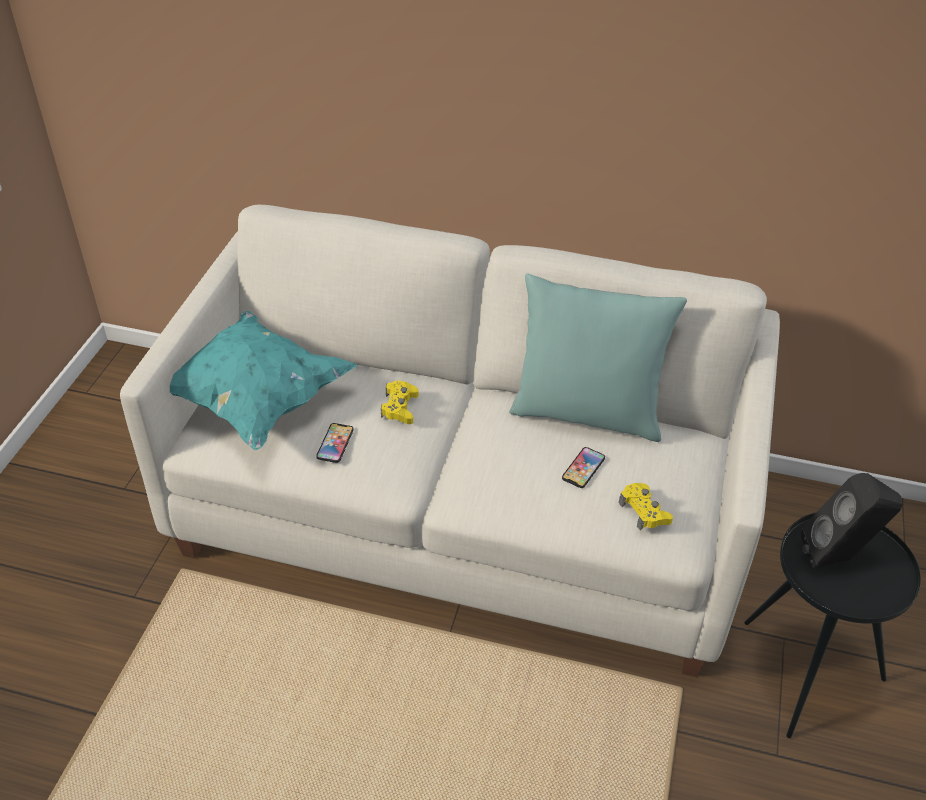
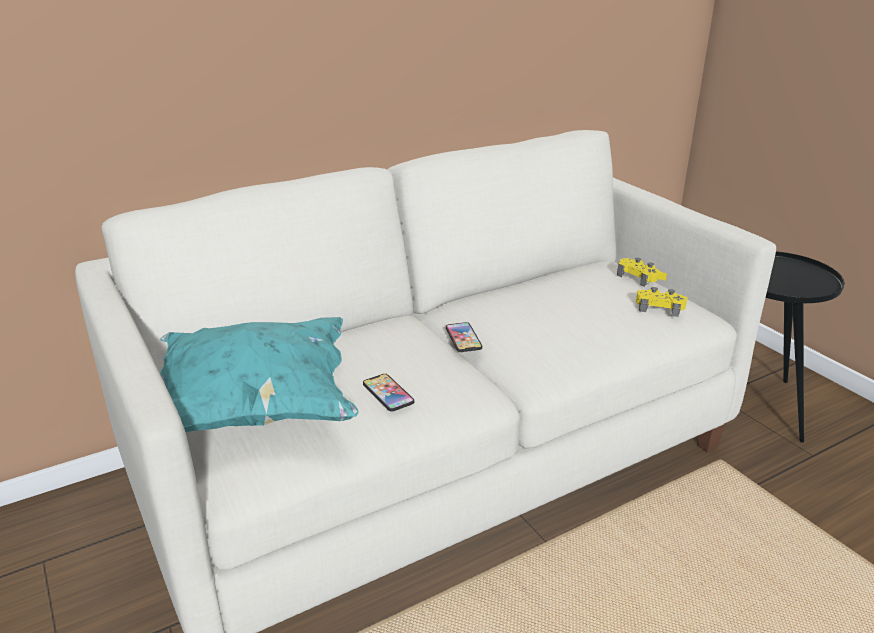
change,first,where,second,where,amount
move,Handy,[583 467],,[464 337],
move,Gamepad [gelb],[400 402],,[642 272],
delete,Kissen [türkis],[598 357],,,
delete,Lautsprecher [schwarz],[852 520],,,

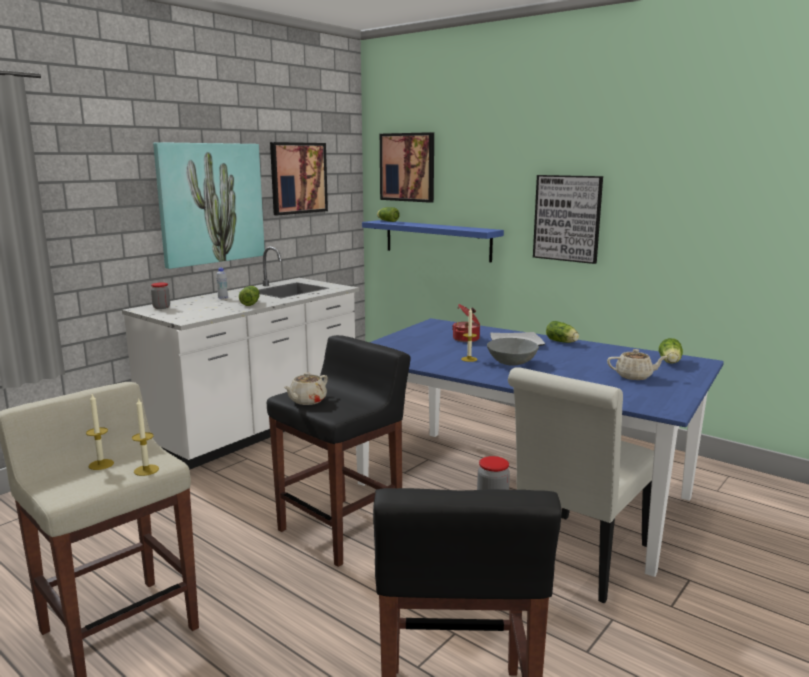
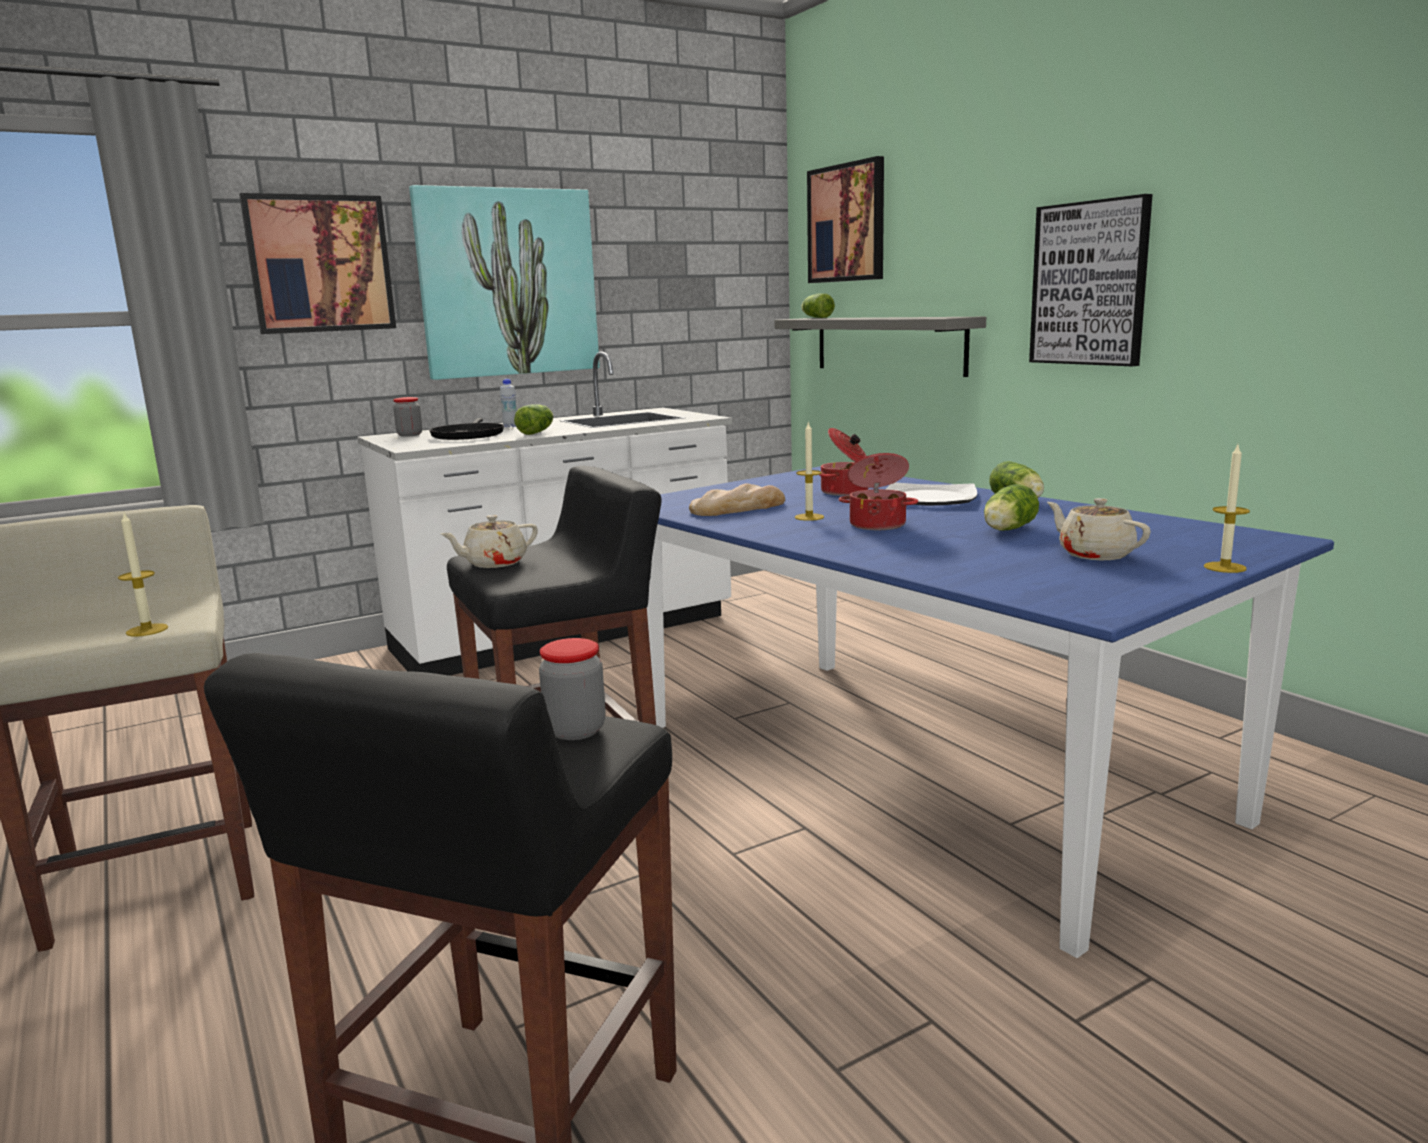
change,first,where,second,where,amount
move,Bild,[299 178],,[317 263],
insert,,,Pfanne [schwarz],[466 429],
insert,,,Brot,[737 500],
recolor,Wandregal [blau],[433 241],Wandregal [grau],[880 347],
replace,Schüssel [grau],[513 352],Kochtopf,[878 491],
move,Salatkopf,[671 351],,[1011 507],
rotate,Teekanne [beige],[637 364],,[1099 529],150 degrees counterclockwise
move,Kerze,[100 432],,[1227 509],
delete,Stuhl [weiß],[581 485],,,

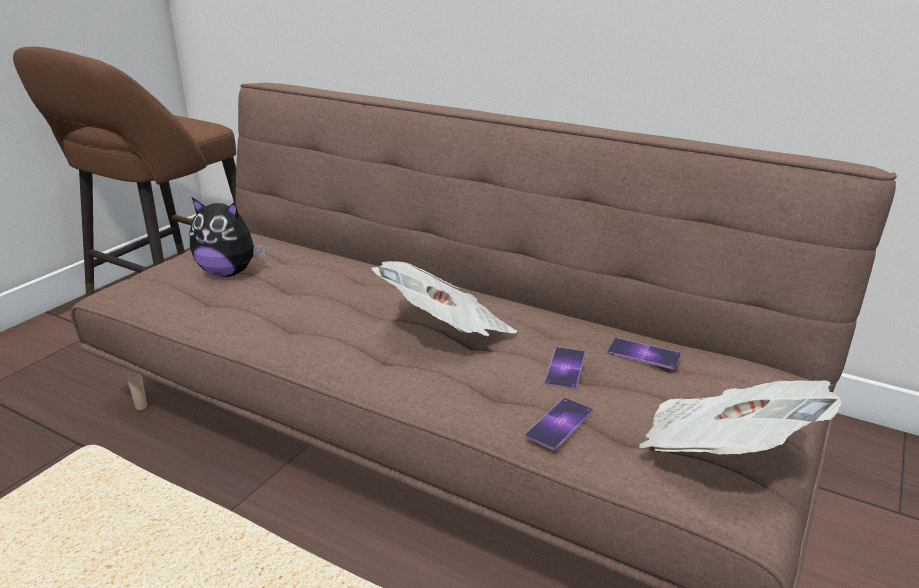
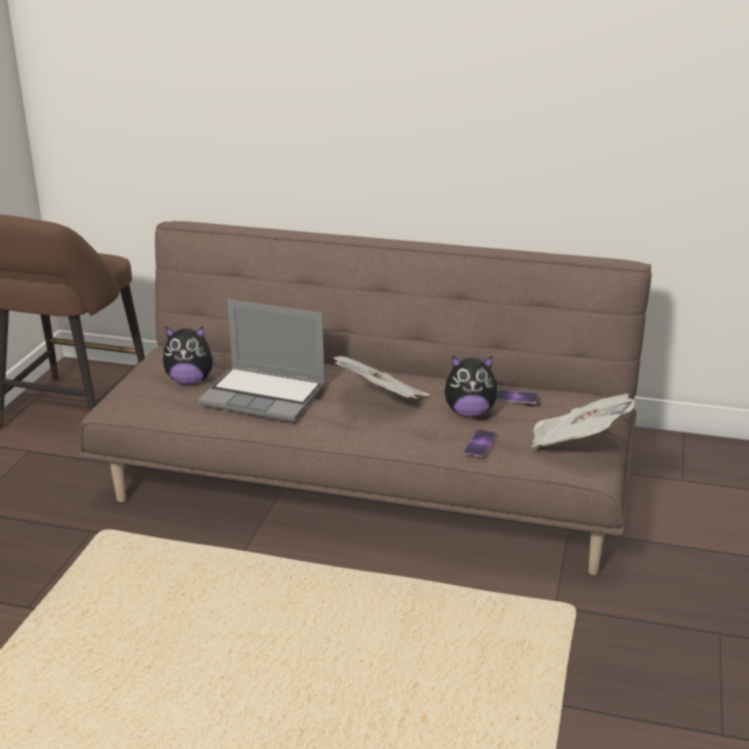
change,first,where,second,where,amount
insert,,,Laptop,[261 360],
replace,Handy,[565 368],Plüschtier,[472 386],

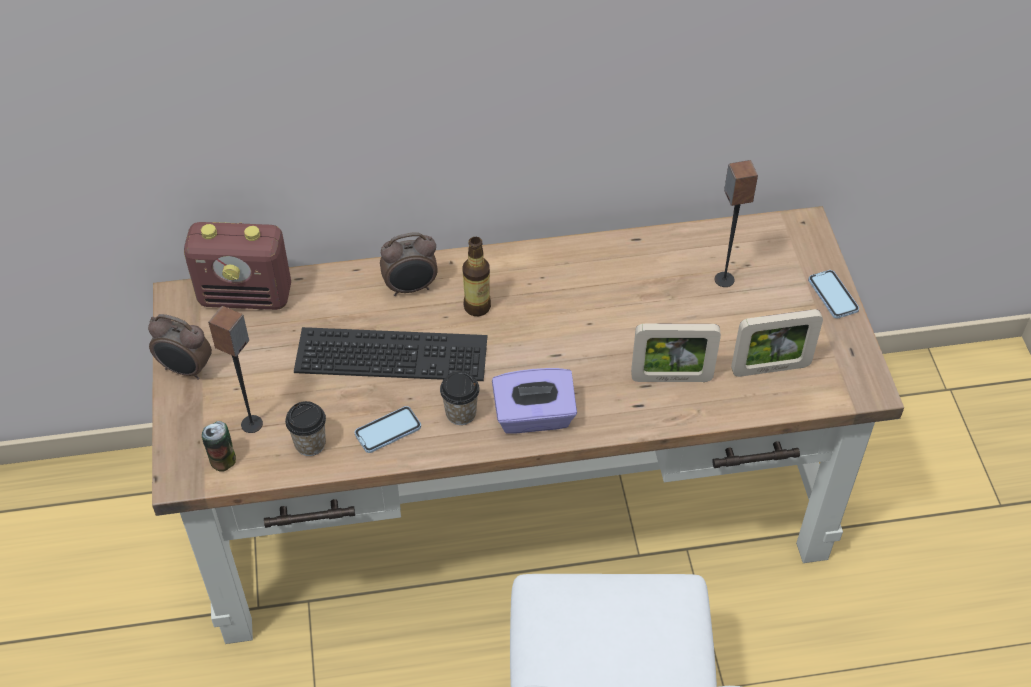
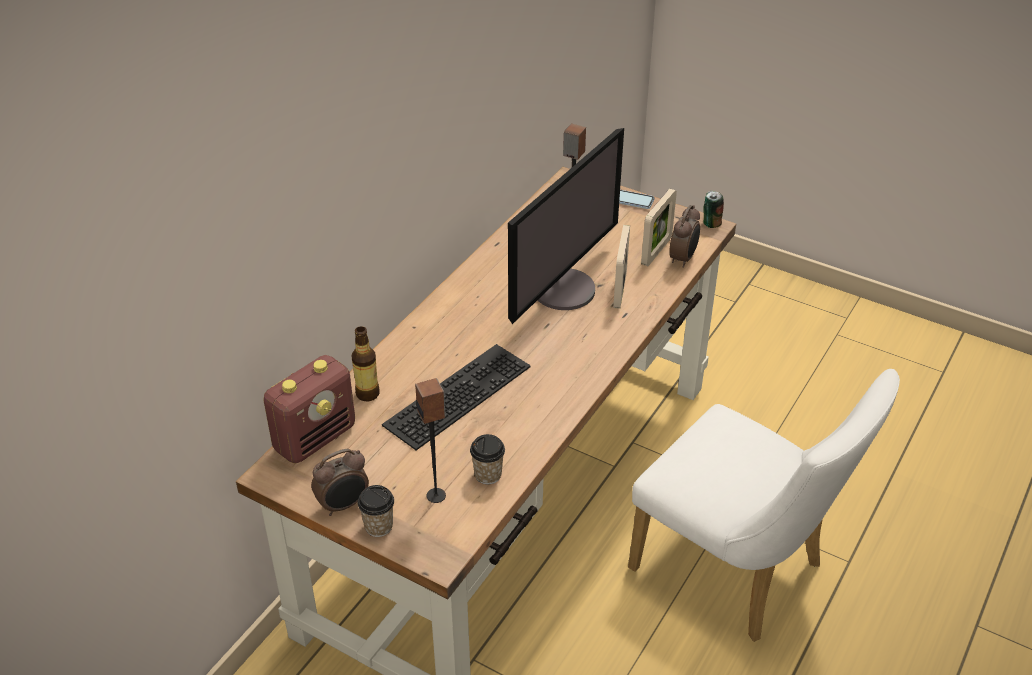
change,first,where,second,where,amount
move,Flasche,[476 276],,[365 363],
move,Tasse,[460 398],,[376 511],
insert,,,Monitor,[566 226],
rotate,Bilderrahmen,[676 353],,[621 267],150 degrees clockwise
move,Wecker,[409 264],,[684 236],
move,Dose,[219 446],,[713 209],
delete,Handy,[388 429],,,
delete,Taschentuchbox [lila],[534 401],,,

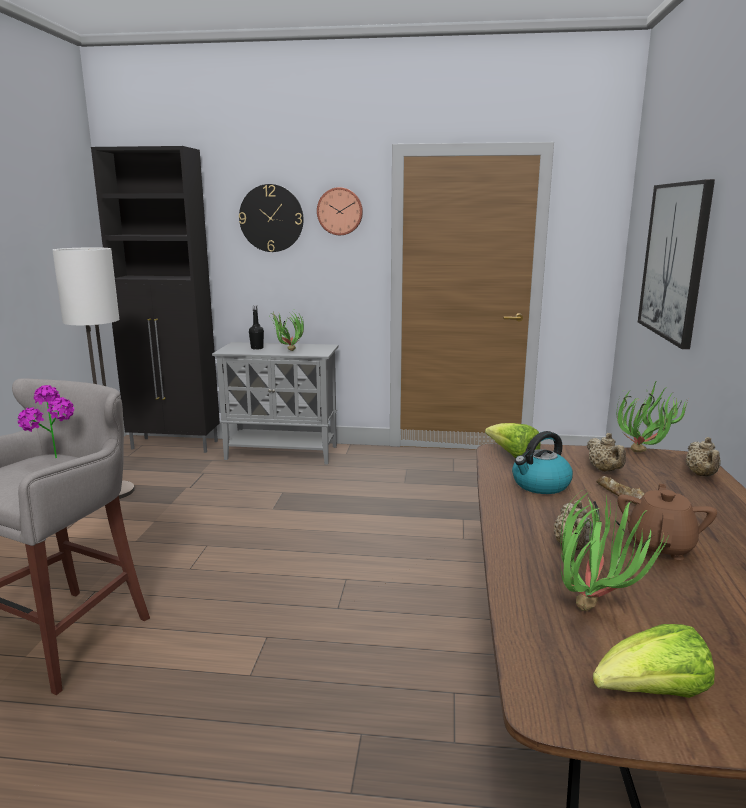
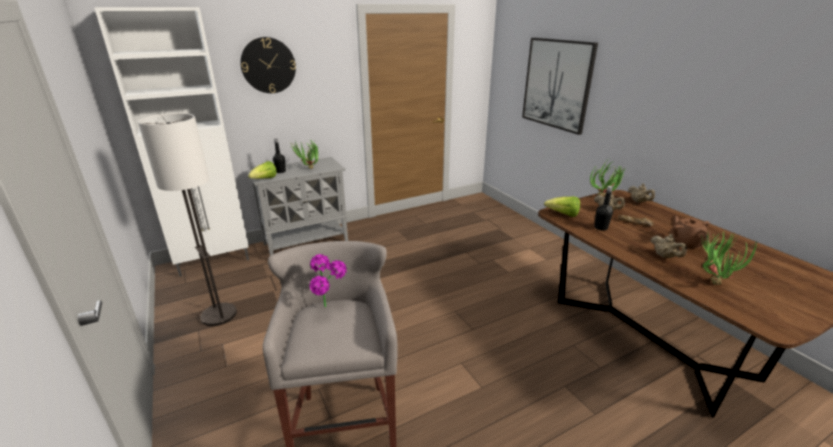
change,first,where,second,where,amount
recolor,Schrank [schwarz],[155 299],Schrank [weiß],[171 142],
move,Salatkopf,[653 661],,[262 170],
replace,Wasserkessel,[542 462],Flasche [schwarz],[603 208],
delete,Wanduhr,[340 211],,,

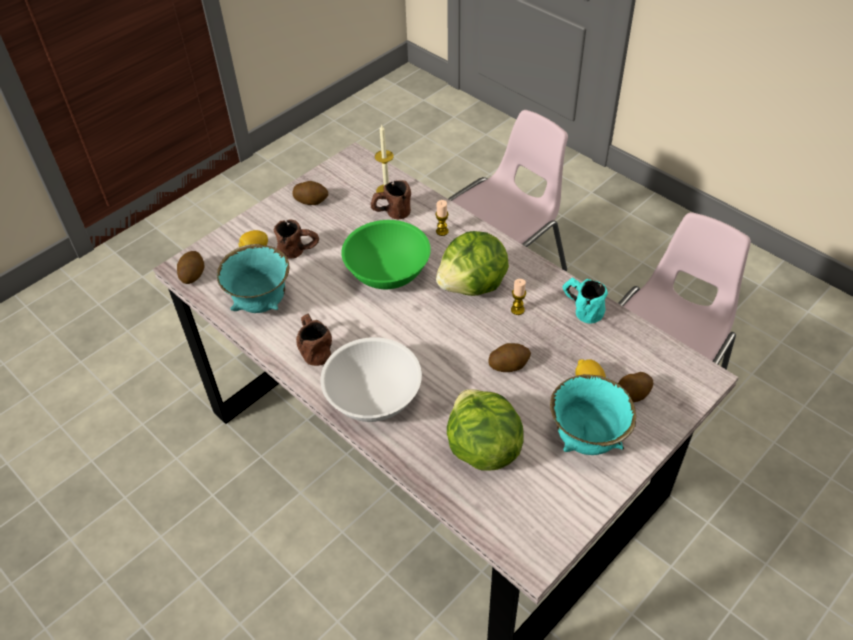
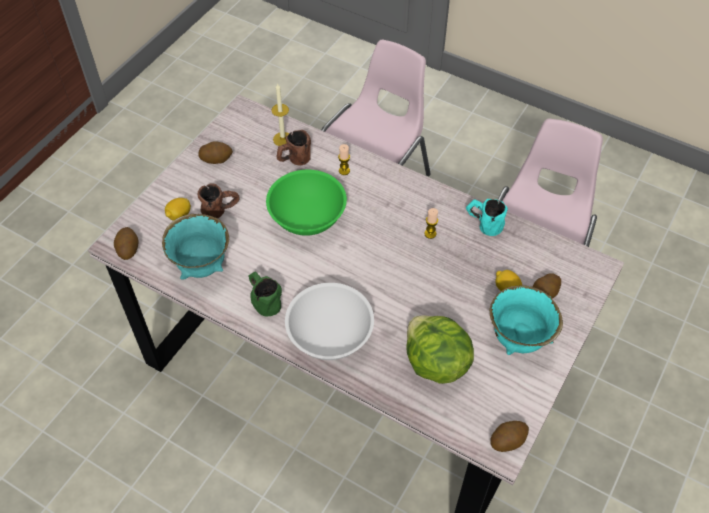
change,first,where,second,where,amount
recolor,Henkelbecher [braun],[314 339],Henkelbecher [grün],[265 294],
move,Kartoffel,[509 357],,[509 436],
delete,Salatkopf,[472 263],,,

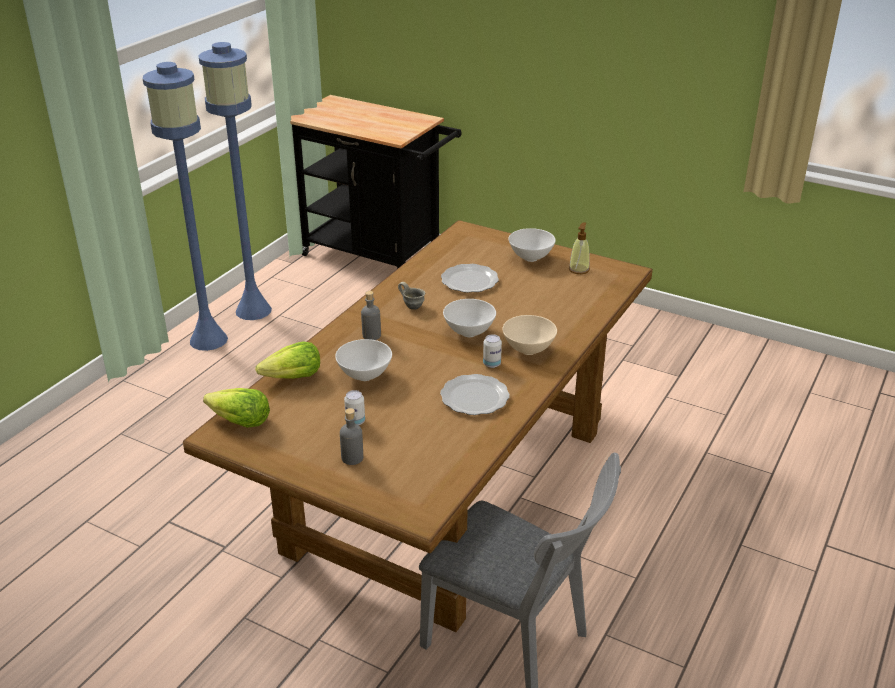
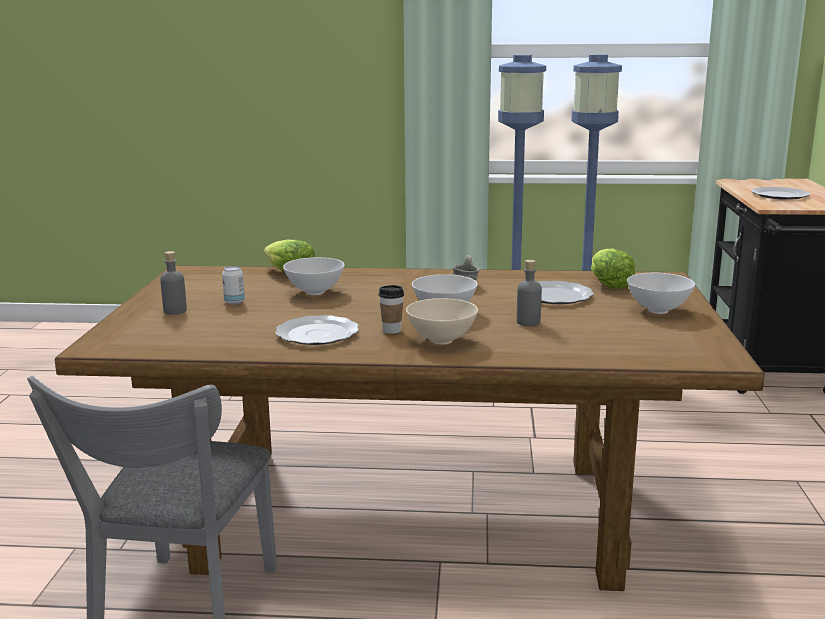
change,first,where,second,where,amount
replace,Dose,[492 351],Tasse,[391 309],
move,Flasche [grau],[371 315],,[529 293],
move,Salatkopf,[236 408],,[613 268],
insert,,,Teller,[780 193],
delete,Seifenspender,[579 248],,,

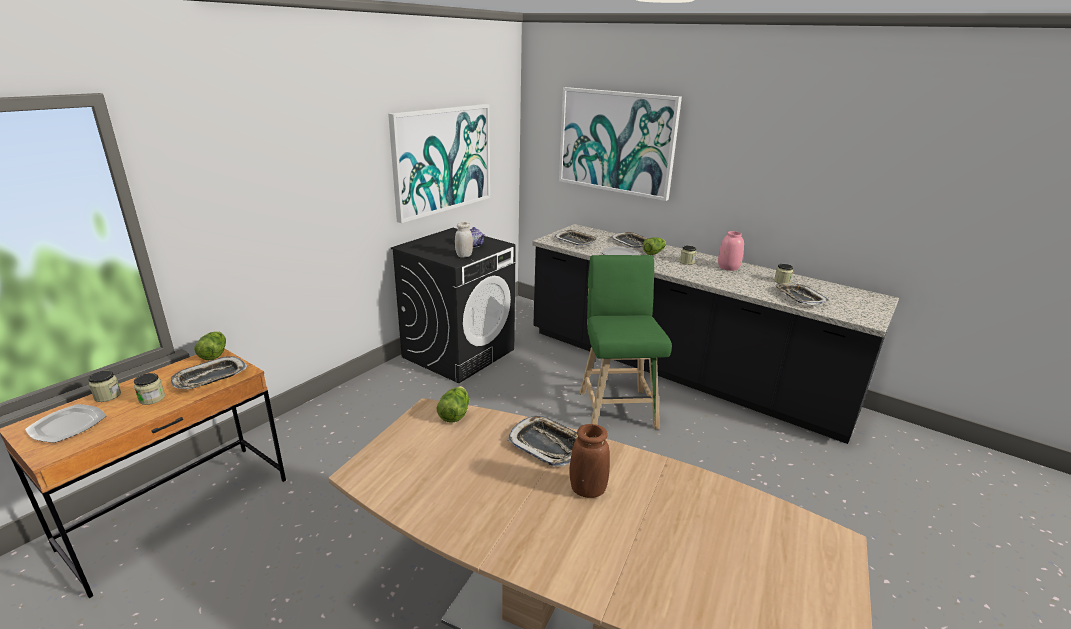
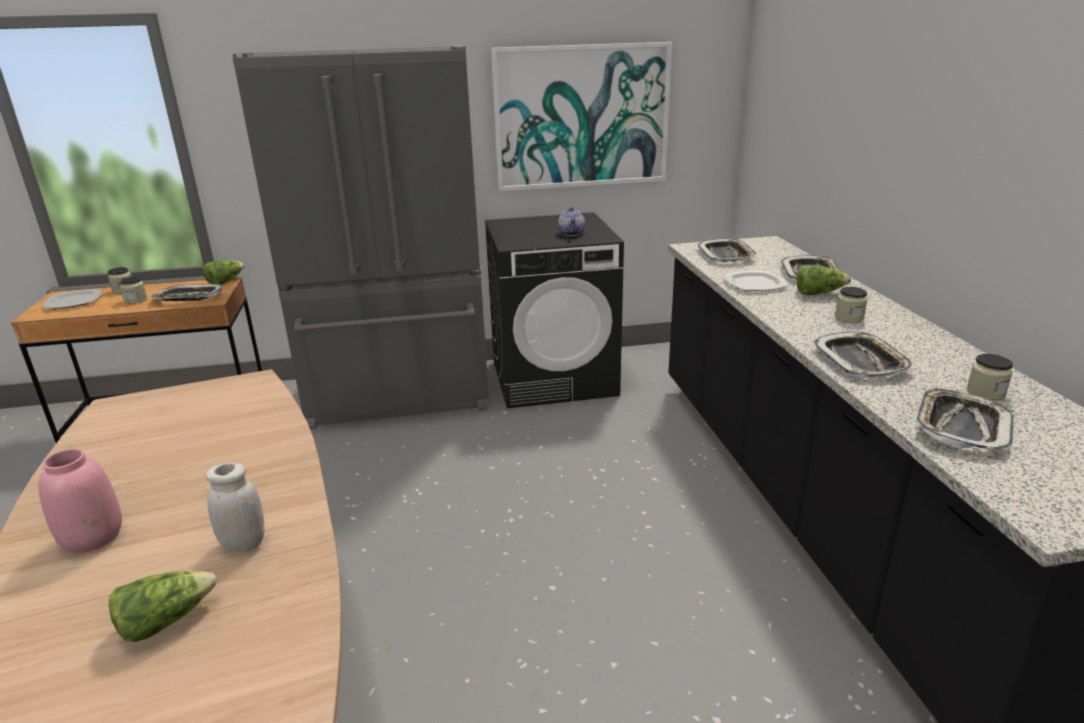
change,first,where,second,where,amount
move,Vase [rosa],[731 251],,[80 501],
move,Salatkopf,[452 404],,[162 606],
move,Vorratsglas [weiß],[464 240],,[235 507],
insert,,,Kühlschrank [grau],[361 237],
move,Tablett,[543 441],,[863 354],
delete,Bild,[620 144],,,
delete,Vase [braun],[589 461],,,
delete,Hocker [grün],[626 342],,,

